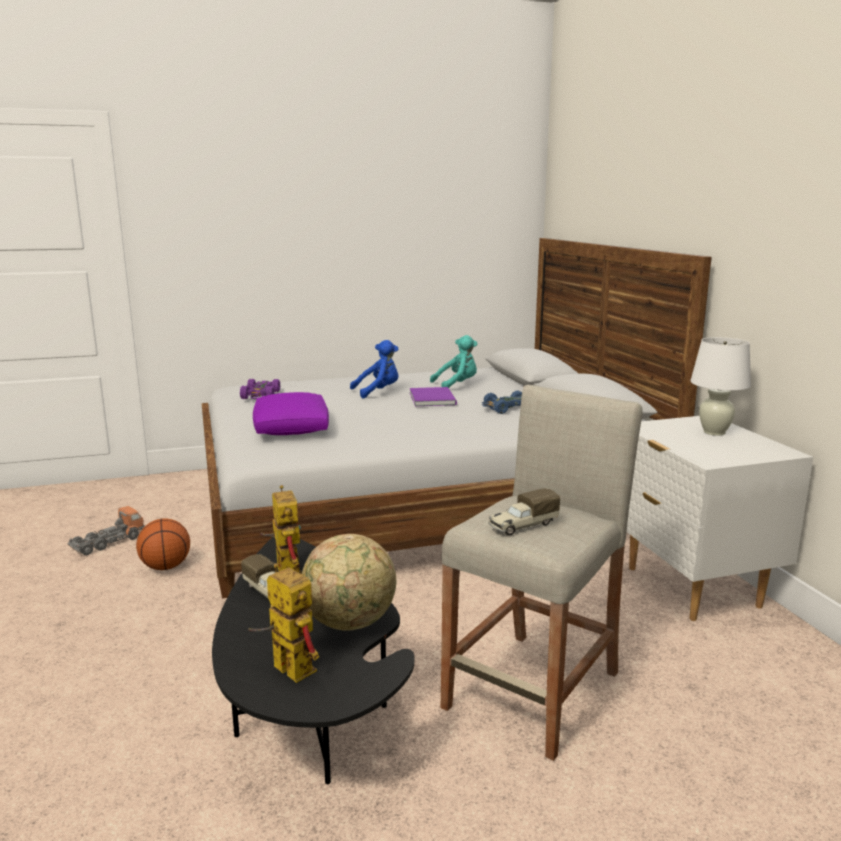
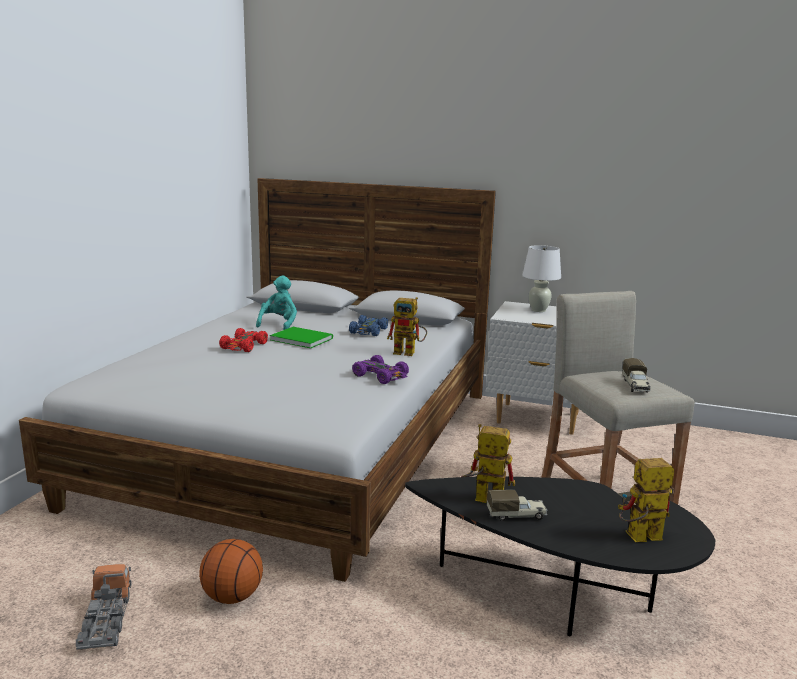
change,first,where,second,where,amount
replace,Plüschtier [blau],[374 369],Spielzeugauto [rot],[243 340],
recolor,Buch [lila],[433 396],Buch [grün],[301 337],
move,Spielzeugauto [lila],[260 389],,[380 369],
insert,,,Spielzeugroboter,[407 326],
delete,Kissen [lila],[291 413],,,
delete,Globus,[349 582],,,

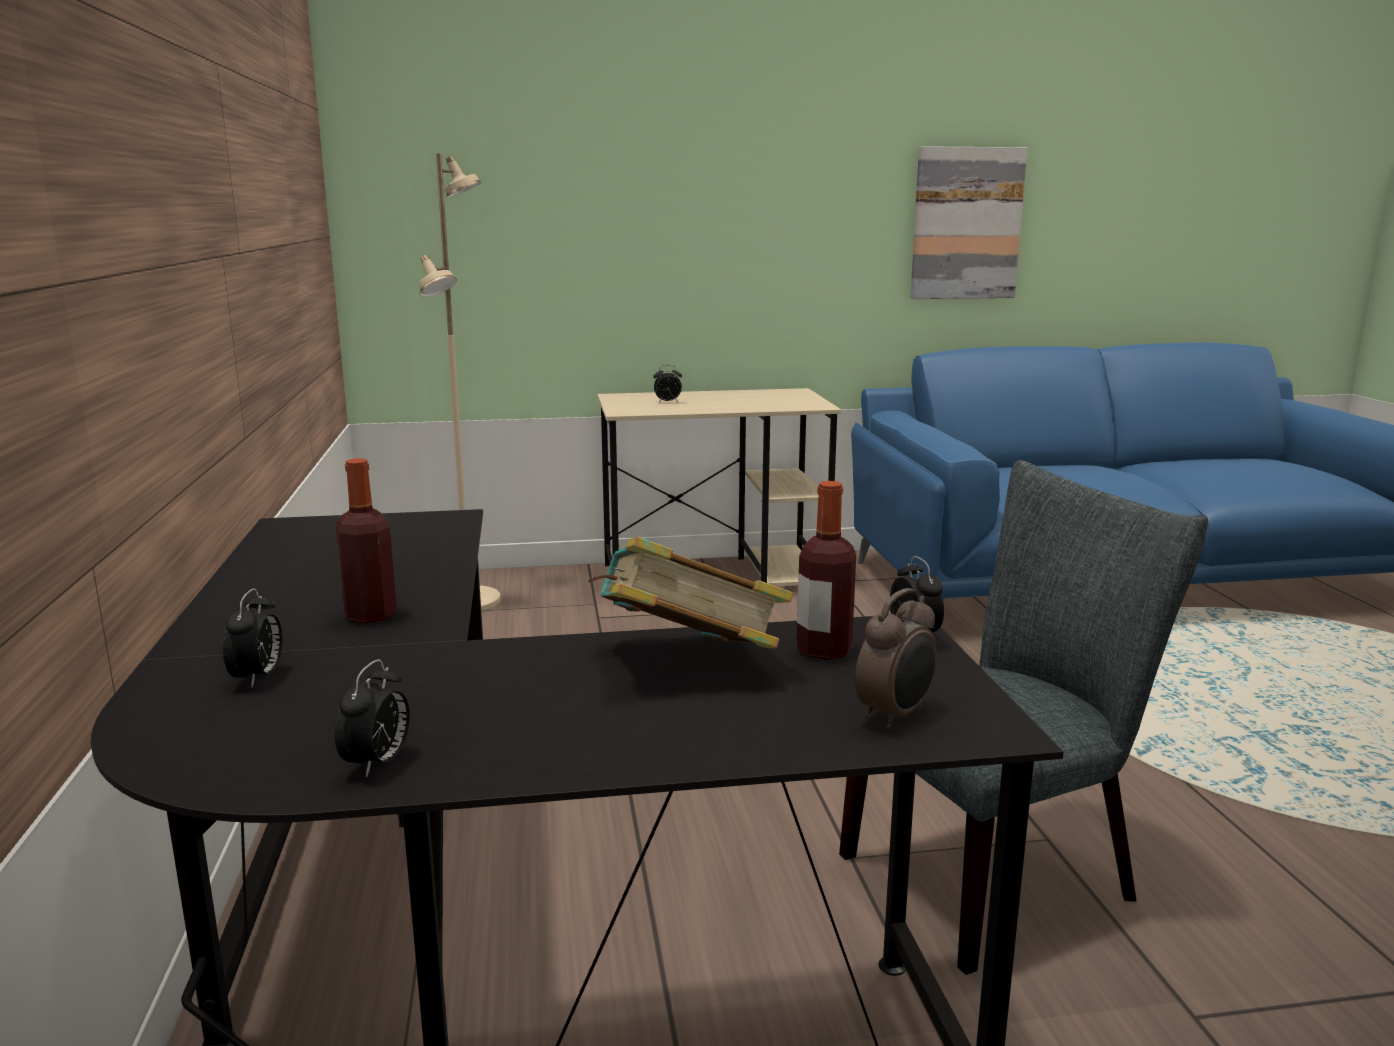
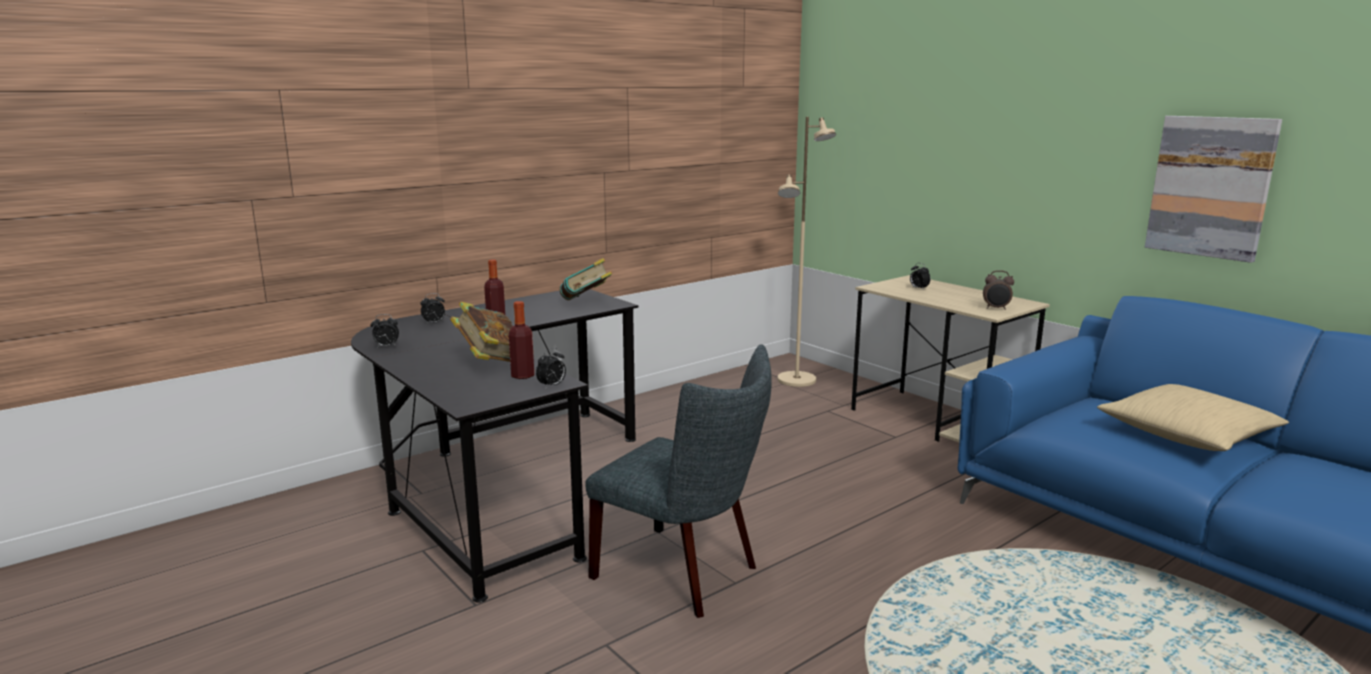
change,first,where,second,where,amount
insert,,,Buch,[586 279],
move,Wecker,[896 658],,[998 290],
insert,,,Kissen [beige],[1193 417],

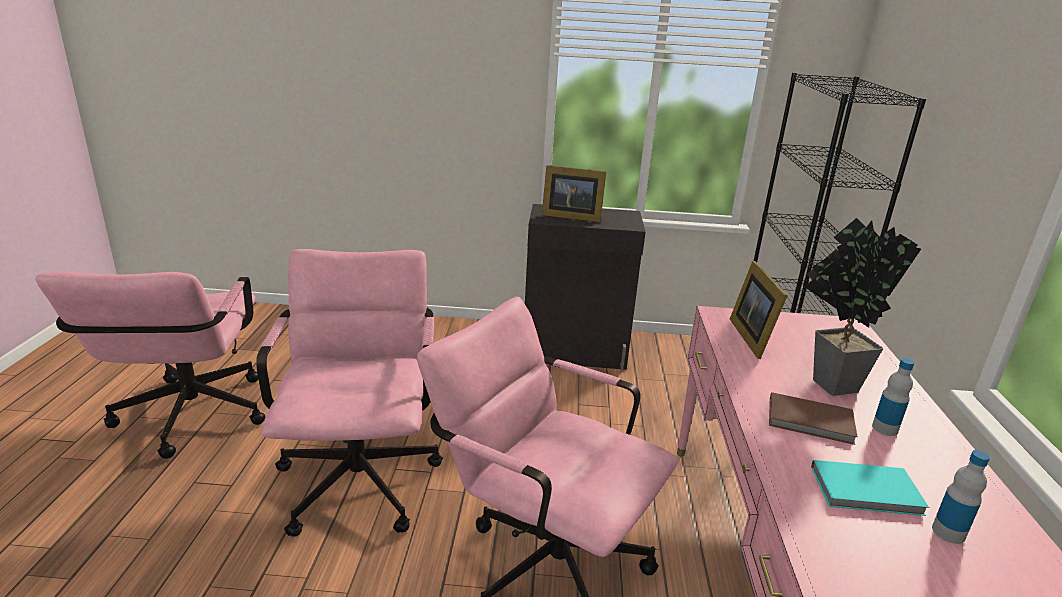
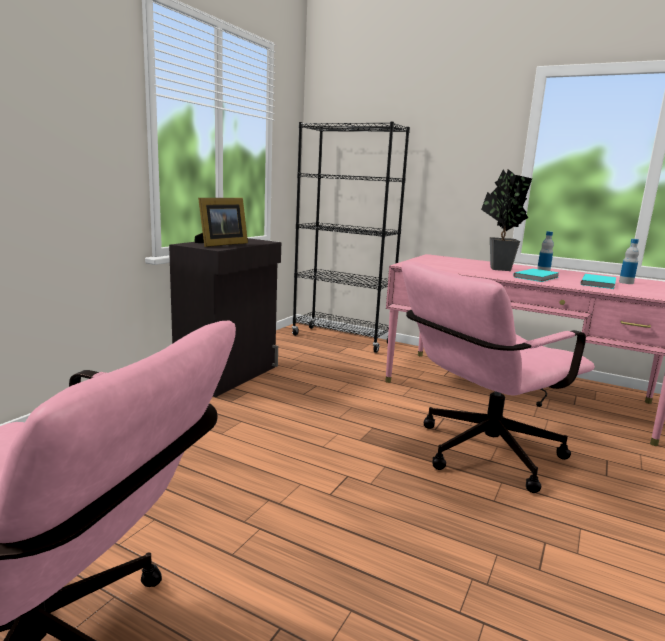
change,first,where,second,where,amount
recolor,Buch [braun],[813 418],Buch [türkis],[536 275],
delete,Bürostuhl [rosa],[349 393],,,
delete,Bilderrahmen,[759 310],,,

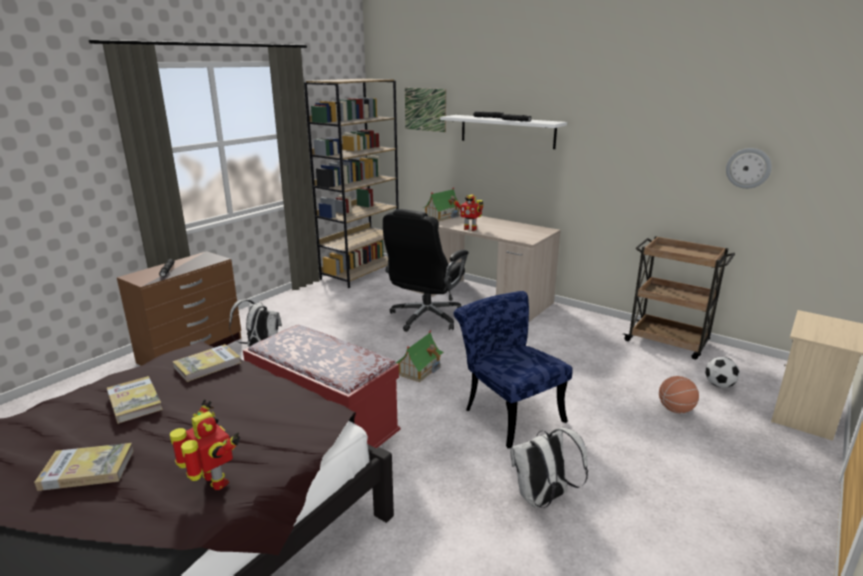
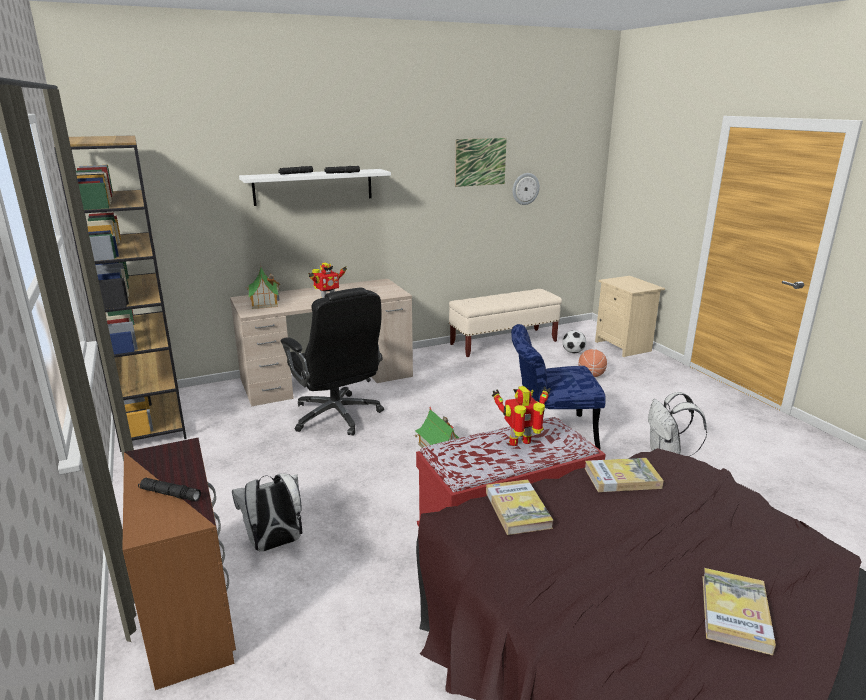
change,first,where,second,where,amount
replace,Rollwagen [braun],[679 297],Bank [beige],[505 323],
move,Bild,[425 110],,[481 162],
move,Spielzeugroboter,[205 445],,[521 416],
move,Buch,[135 400],,[624 475],

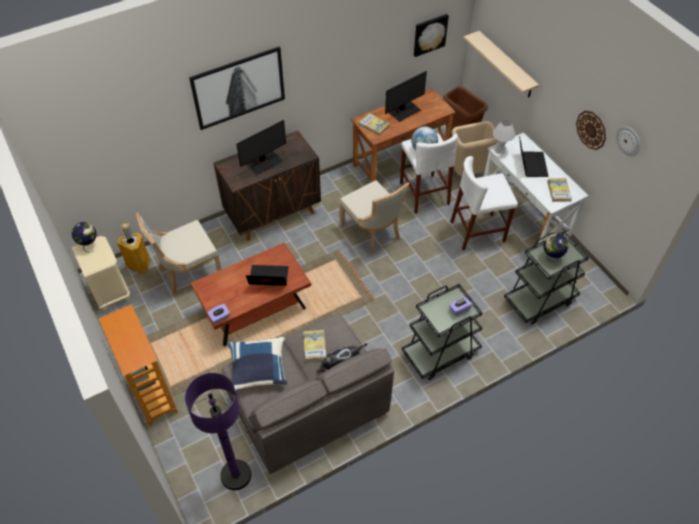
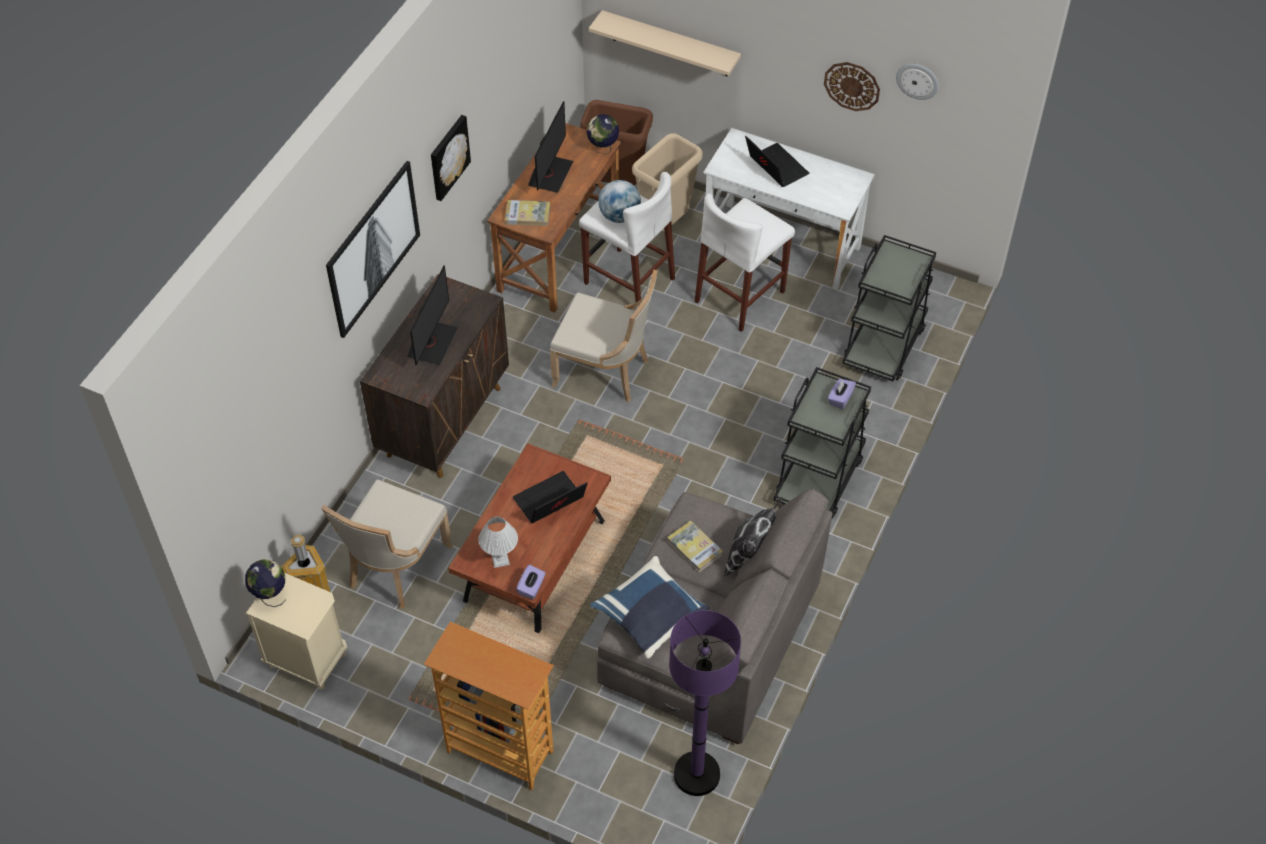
change,first,where,second,where,amount
move,Bild,[431 35],,[451 158],
move,Tischlampe [weiß],[504 136],,[498 542],
move,Globus,[556 248],,[603 134],
delete,Buch,[559 190],,,

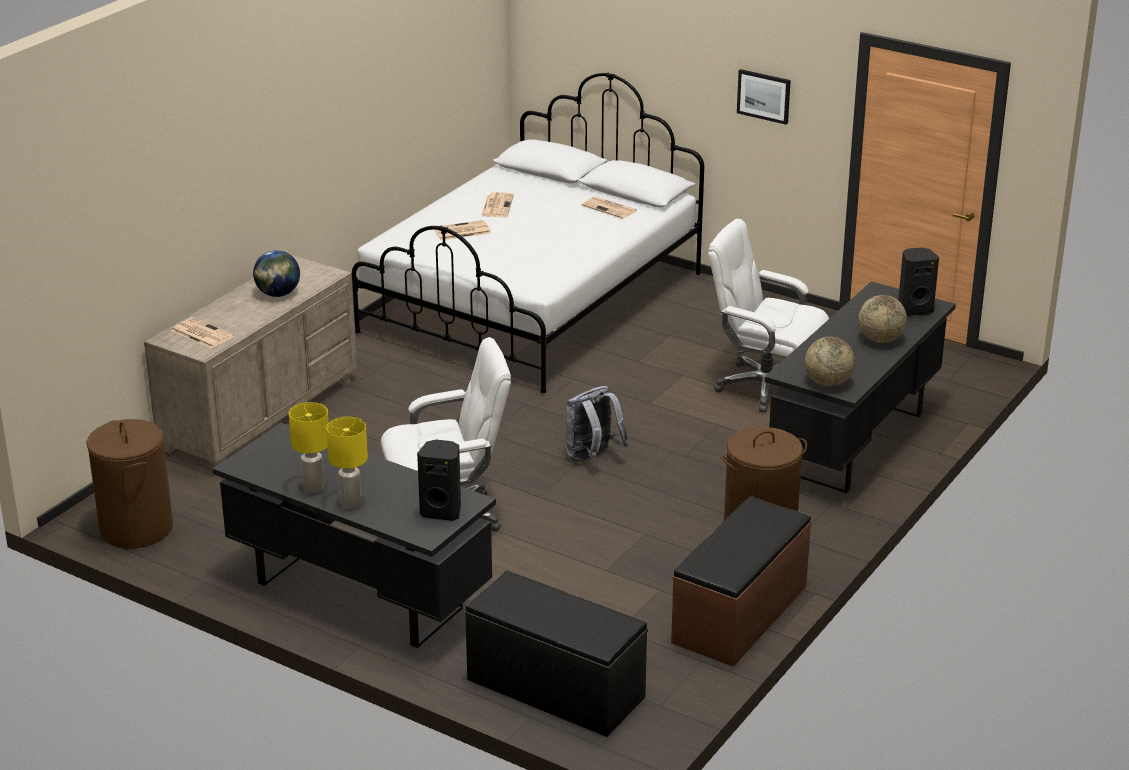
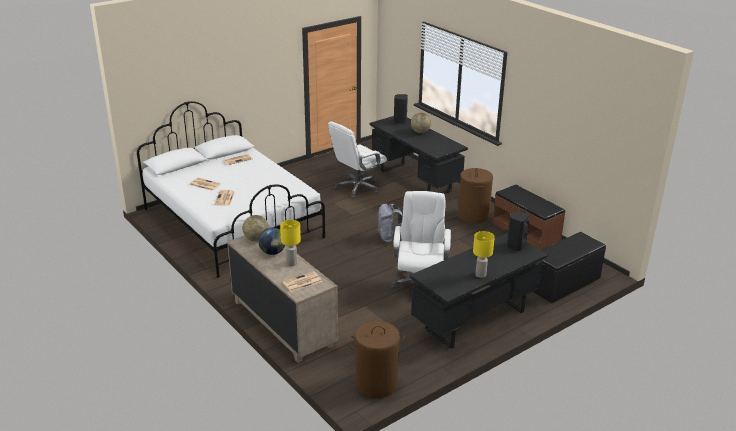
change,first,where,second,where,amount
move,Globus,[830 362],,[255 228],
move,Tischlampe [gelb],[347 463],,[290 243],
delete,Bild,[764 97],,,

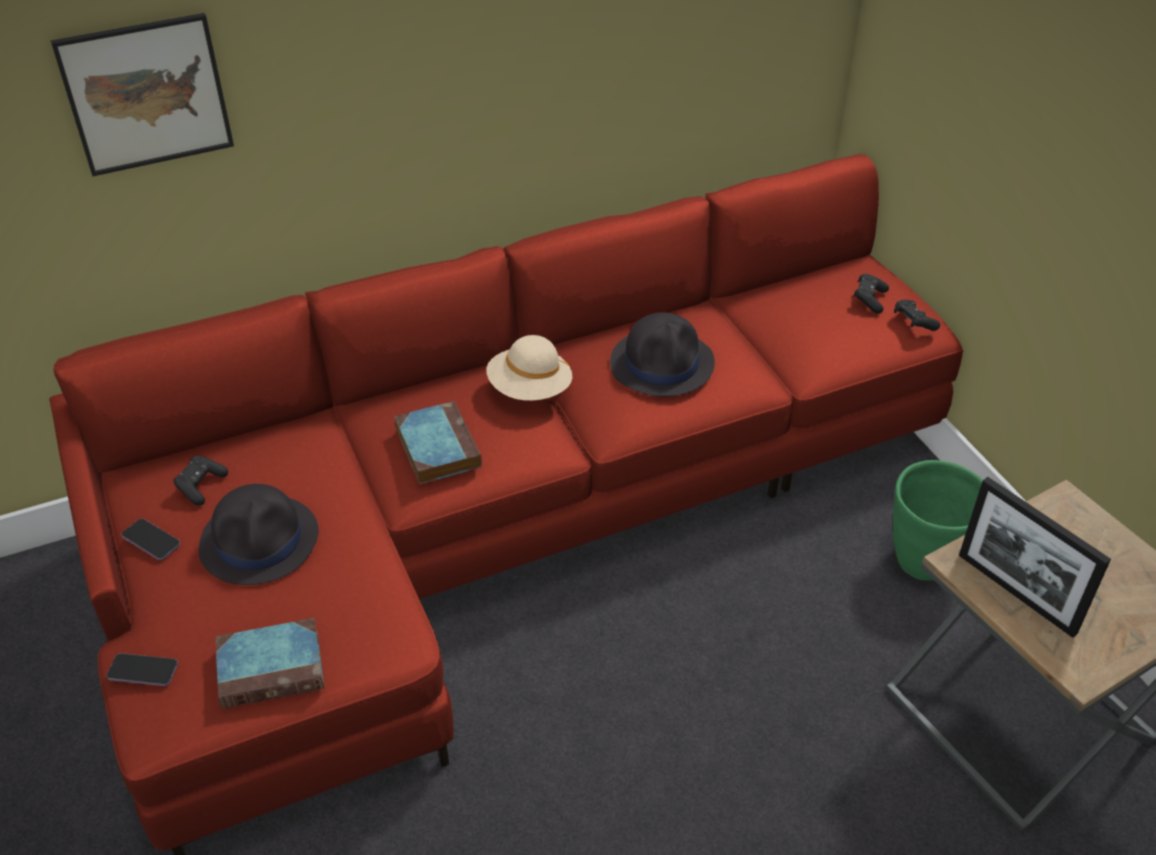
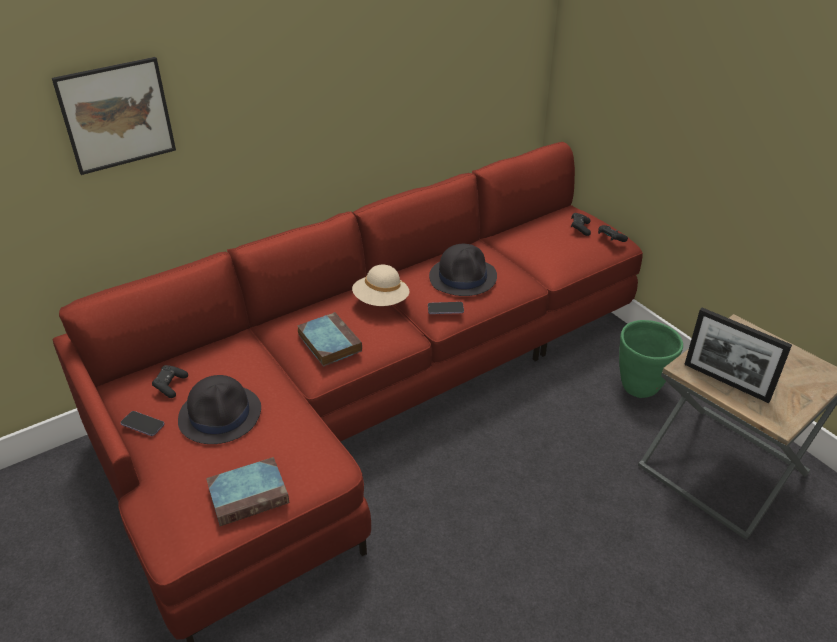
change,first,where,second,where,amount
move,Handy,[142 669],,[446 308],

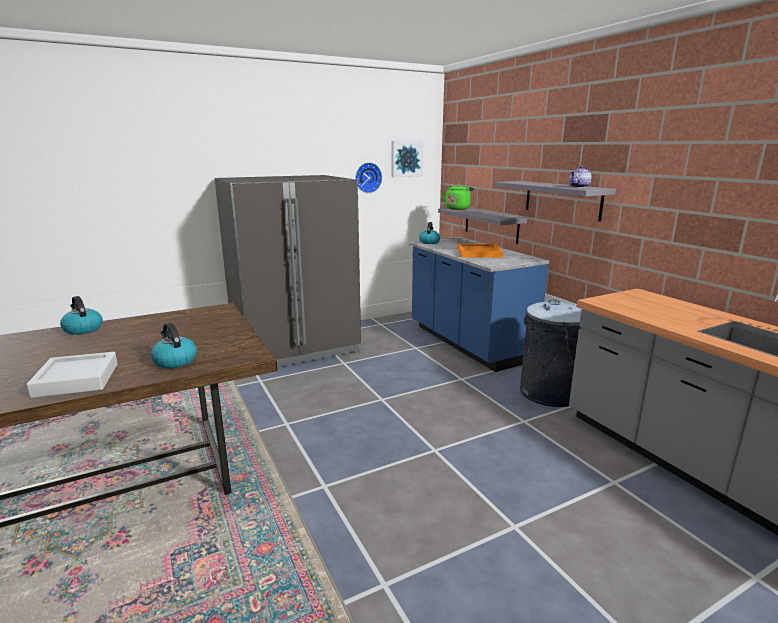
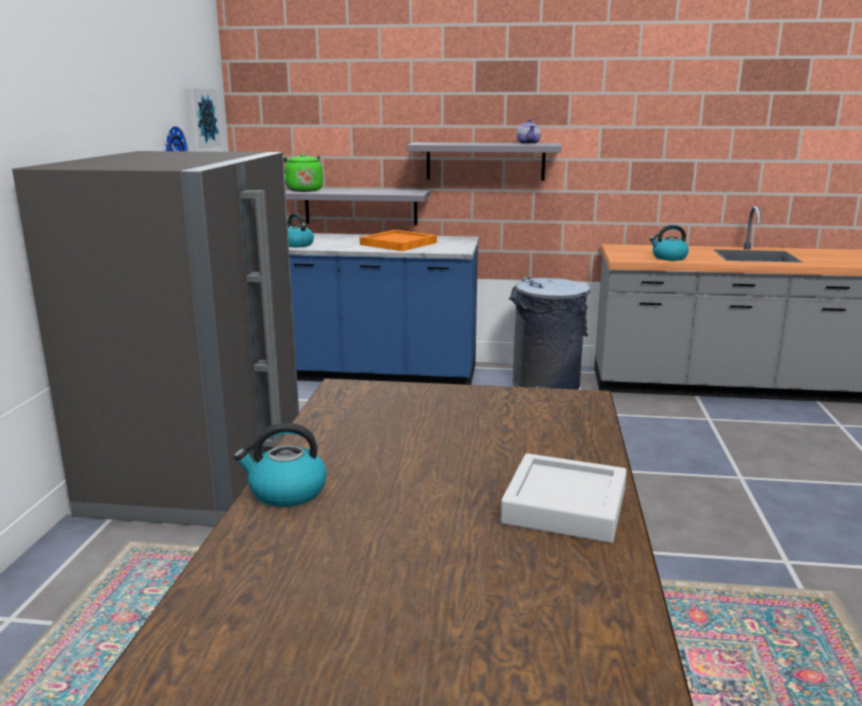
change,first,where,second,where,amount
move,Wasserkessel,[174 345],,[669 243],

